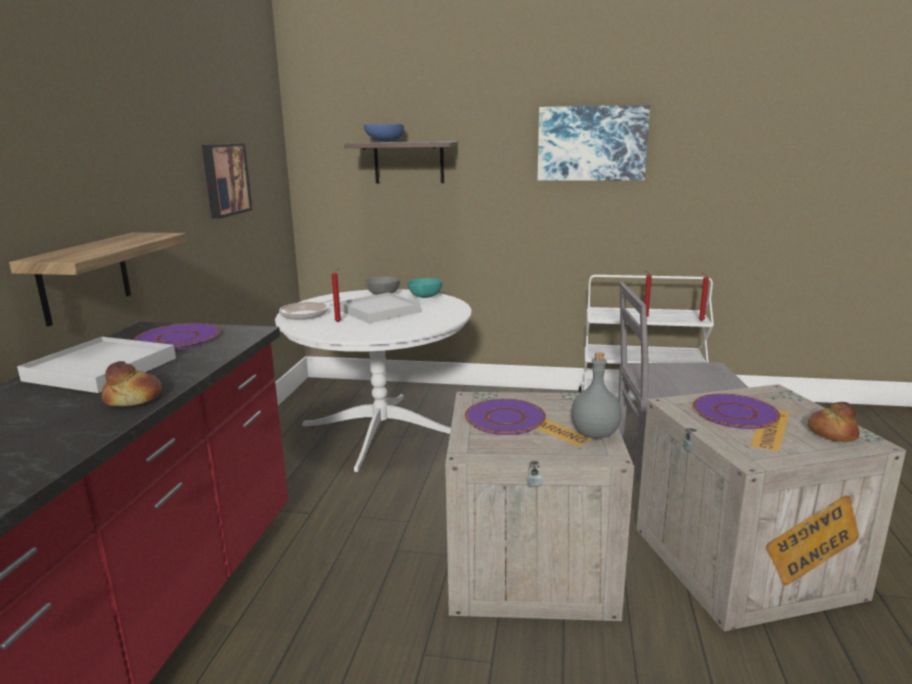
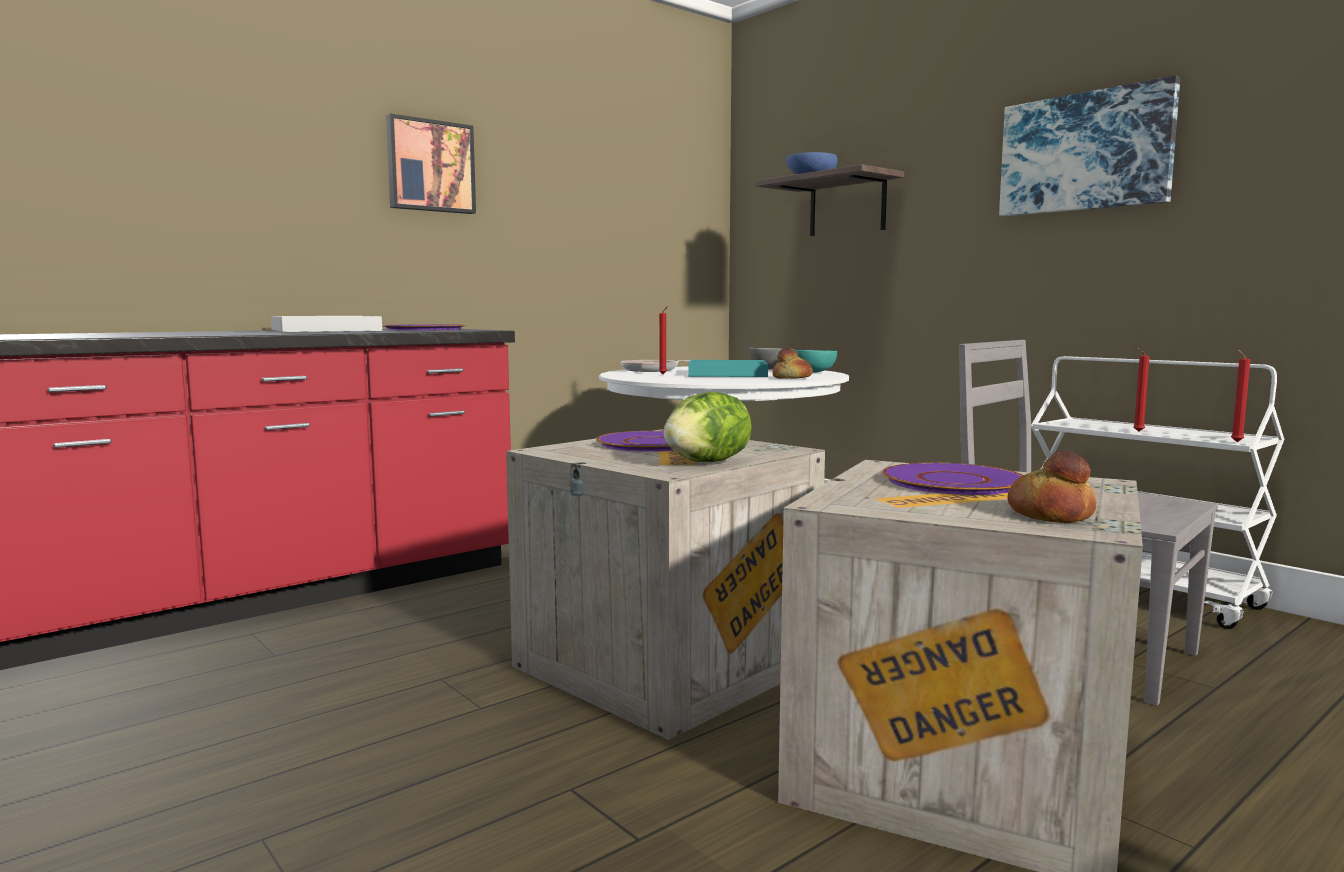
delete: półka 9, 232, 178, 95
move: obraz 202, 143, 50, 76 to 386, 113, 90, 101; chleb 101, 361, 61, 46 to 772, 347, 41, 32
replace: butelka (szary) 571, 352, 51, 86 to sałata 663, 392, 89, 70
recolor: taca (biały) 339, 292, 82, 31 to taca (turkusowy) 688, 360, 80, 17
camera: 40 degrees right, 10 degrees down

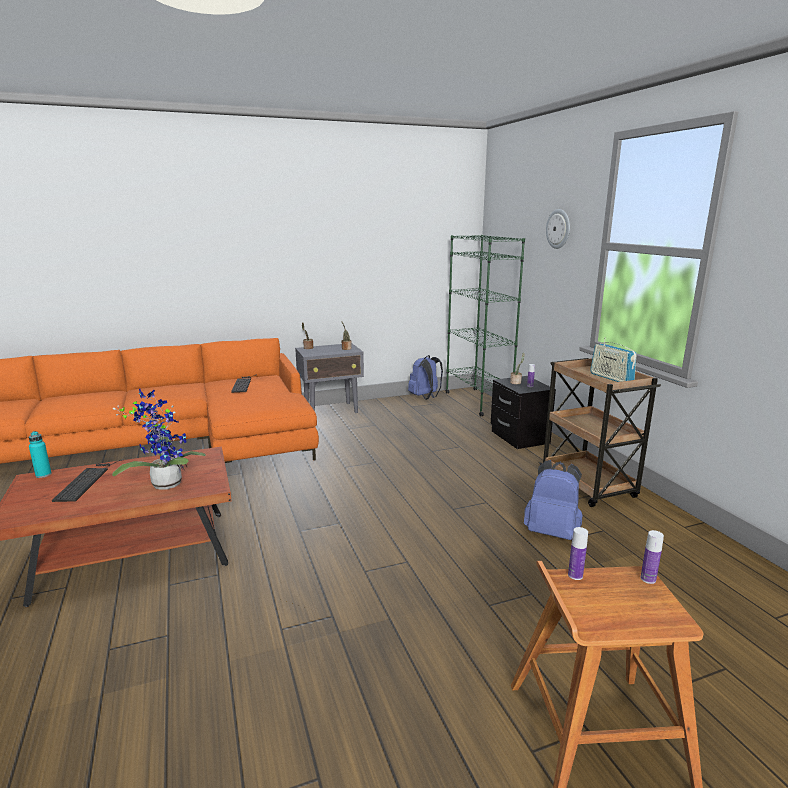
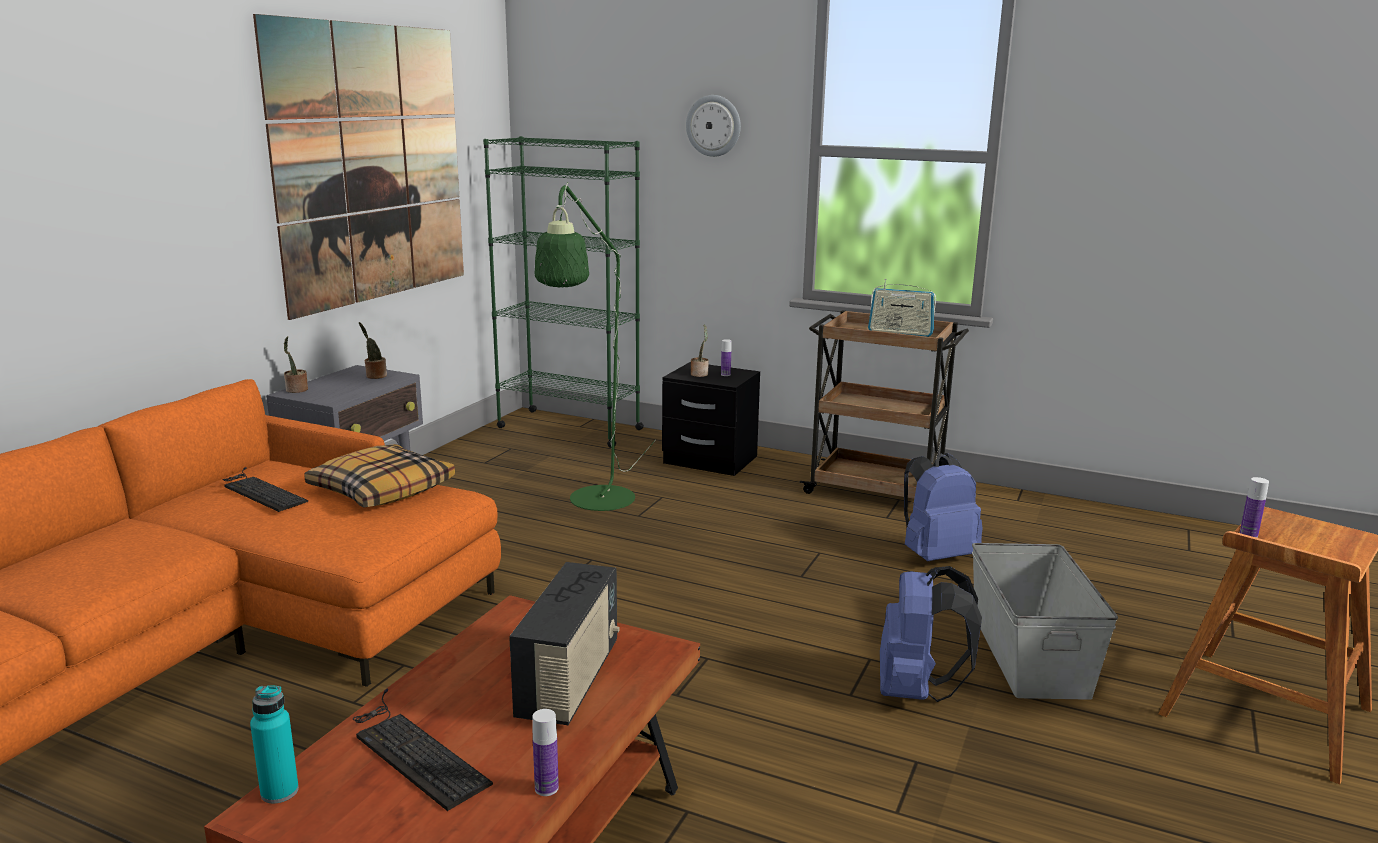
insert: obraz 253, 14, 211, 306; poduszka 305, 444, 150, 64; lampa stojąca (zielony) 535, 182, 121, 329; pojemnik do przechowywania (szary) 972, 543, 146, 157
move: butelka 640, 530, 24, 54 to 532, 709, 27, 87; plecak (niebieski) 408, 355, 35, 45 to 880, 566, 102, 136
replace: roślina doniczkowa 112, 389, 94, 100 to radio 509, 562, 111, 163
camera: 45 degrees left, 0 degrees up

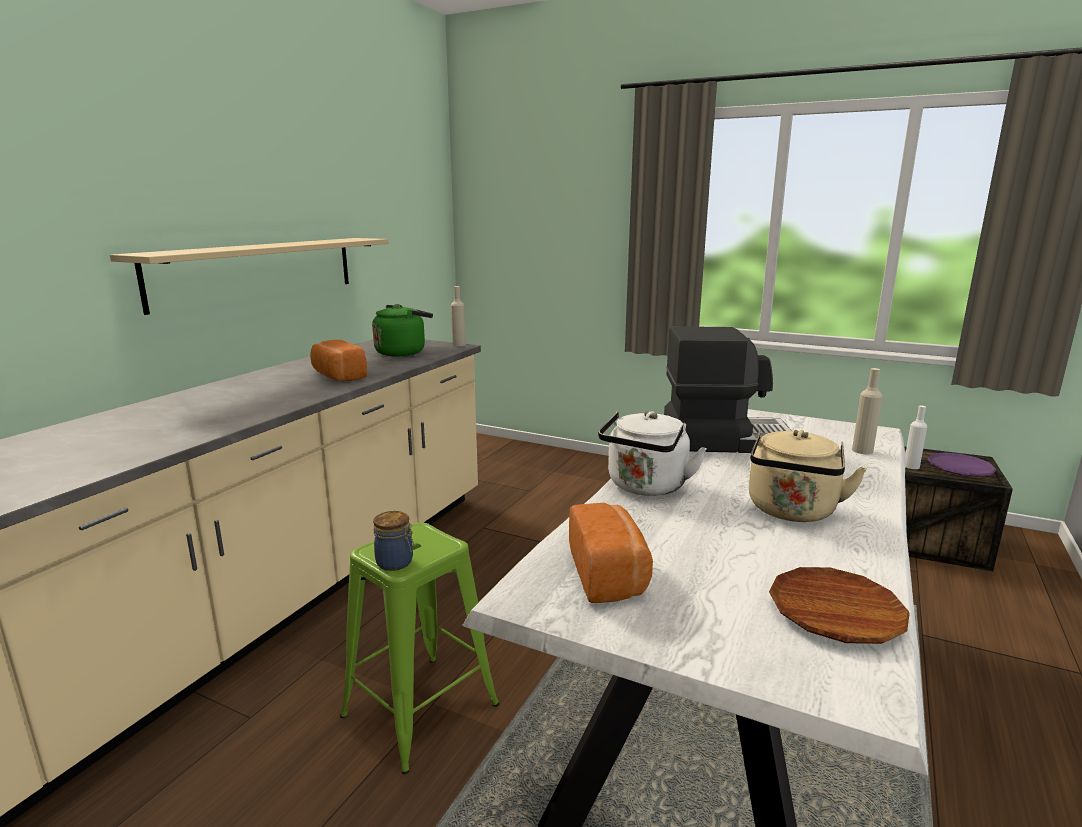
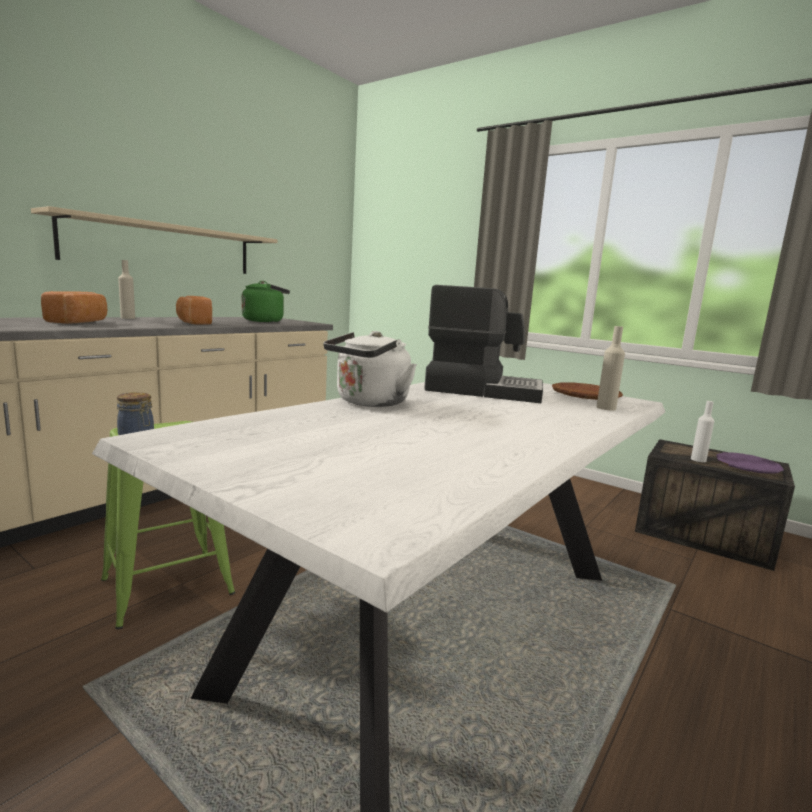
delete: czajnik (beżowy) 749, 430, 118, 92
move: chleb 569, 503, 84, 100 to 41, 291, 66, 33; butelka (beżowy) 451, 286, 15, 60 to 118, 260, 17, 59; talerz (brązowy) 769, 567, 141, 77 to 552, 383, 71, 17
camera: 10 degrees right, 5 degrees down

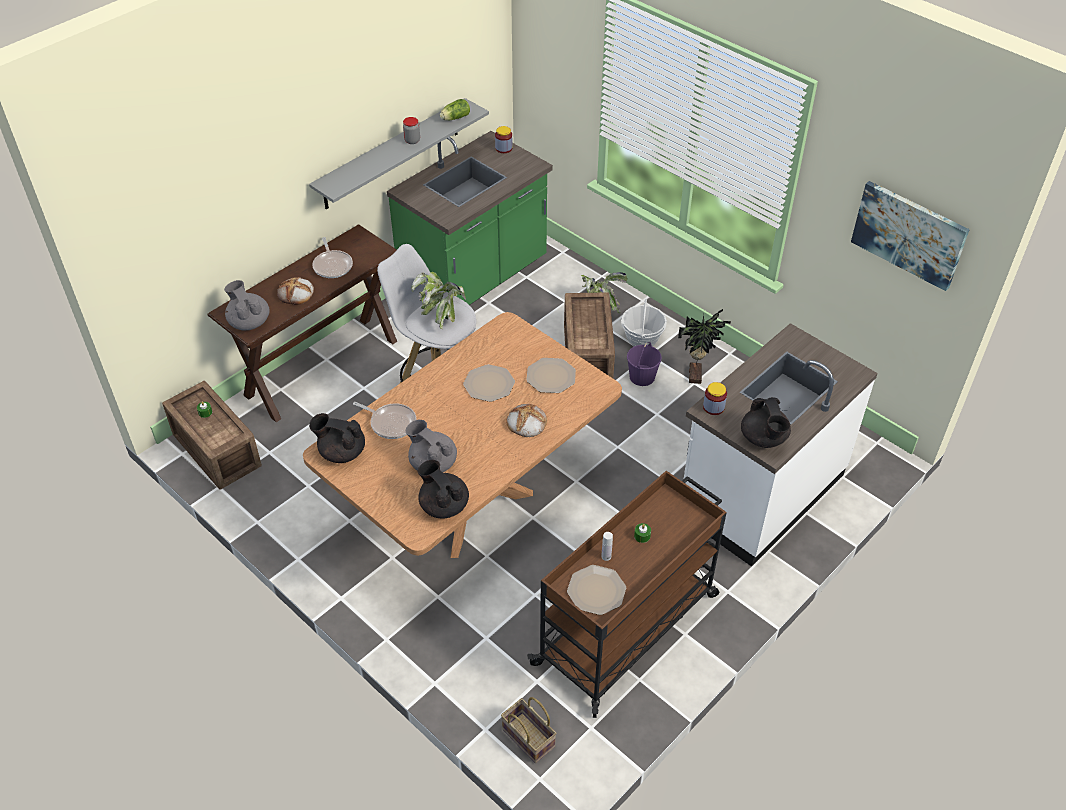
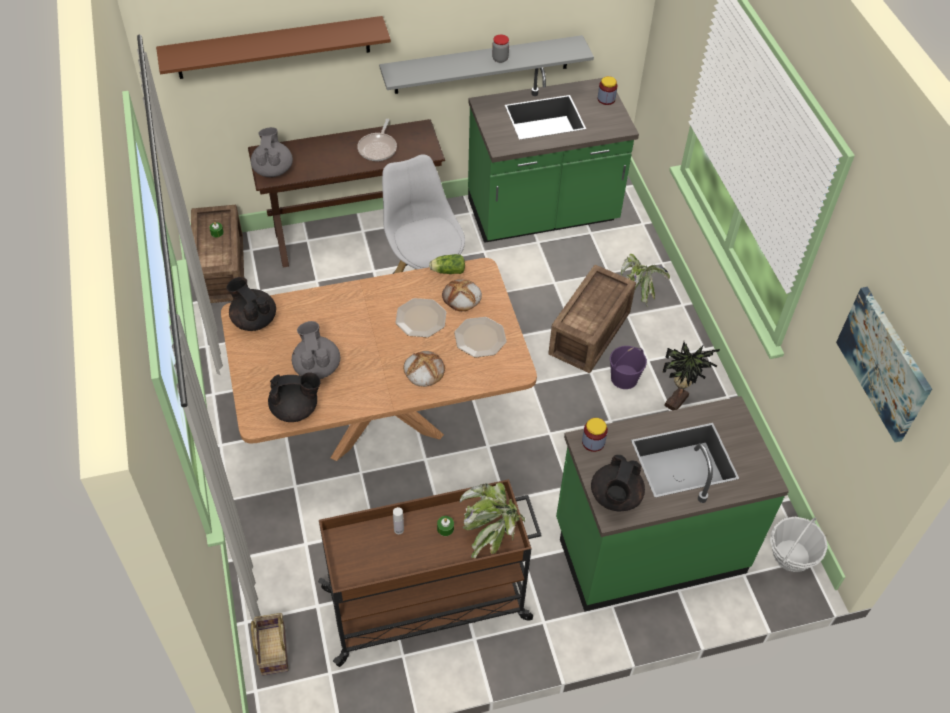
delete: patelnia 353, 402, 64, 37; talerz 567, 565, 59, 50
insert: półka (brązowy) 156, 16, 235, 63
move: sałata 440, 99, 30, 21 to 429, 254, 36, 20; chleb 277, 277, 37, 28 to 442, 279, 40, 32; roślina doniczkowa 412, 272, 54, 57 to 460, 483, 65, 75; koszyk 621, 299, 46, 47 to 770, 517, 58, 55
recolor: zabudowa kuchenna (biały) 684, 323, 194, 244 to zabudowa kuchenna (zielony) 556, 396, 233, 216
rotate: imbryk (czarny) 417, 460, 52, 58 = 268, 373, 52, 49 90 degrees clockwise
camera: 30 degrees right, 5 degrees up

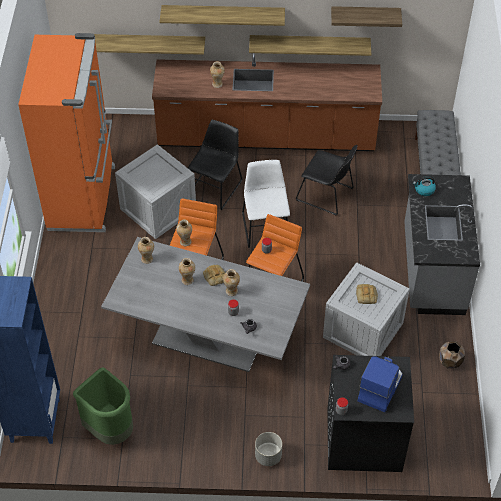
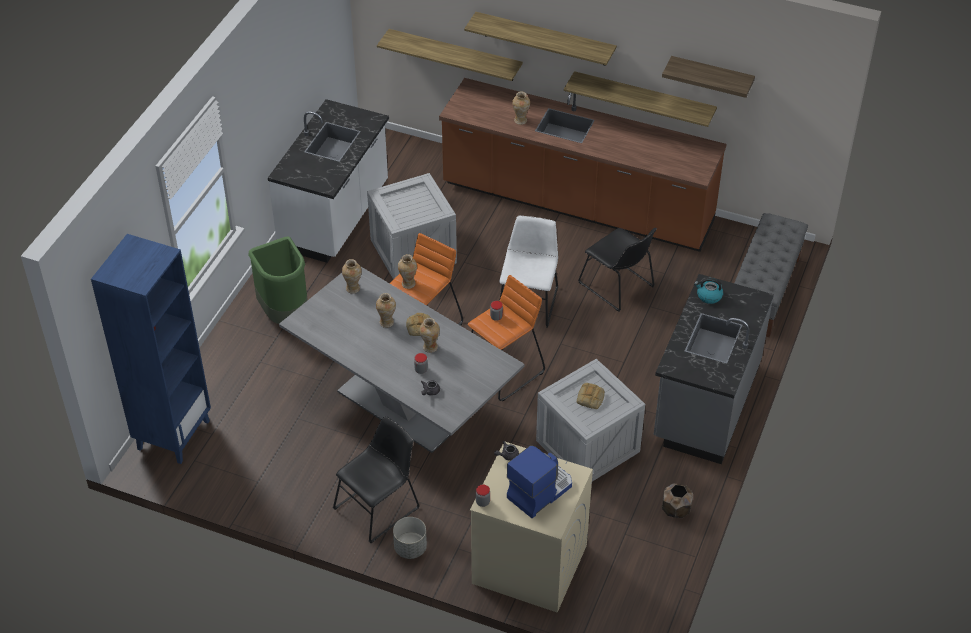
move: kosz na śmieci (zielony) 73, 367, 60, 78 to 248, 237, 60, 87; krzesło (czarny) 188, 120, 54, 90 to 333, 416, 87, 127
replace: lodówka (pomarańczowy) 18, 33, 97, 199 to zabudowa kuchenna (biały) 268, 99, 121, 164
recolor: pralka (czarny) 327, 355, 87, 117 to pralka (beżowy) 470, 442, 123, 171
camera: 20 degrees right, 5 degrees down

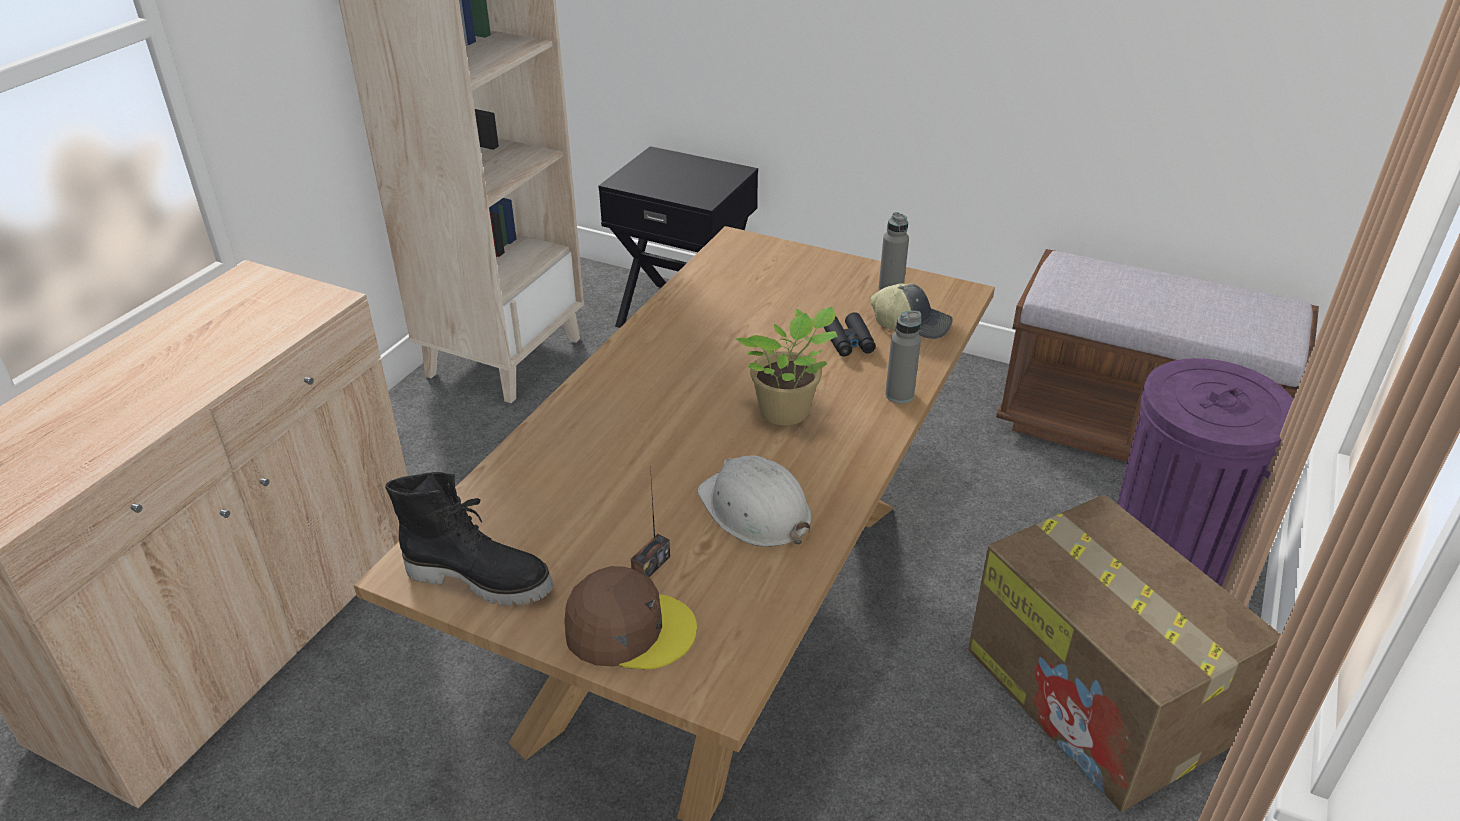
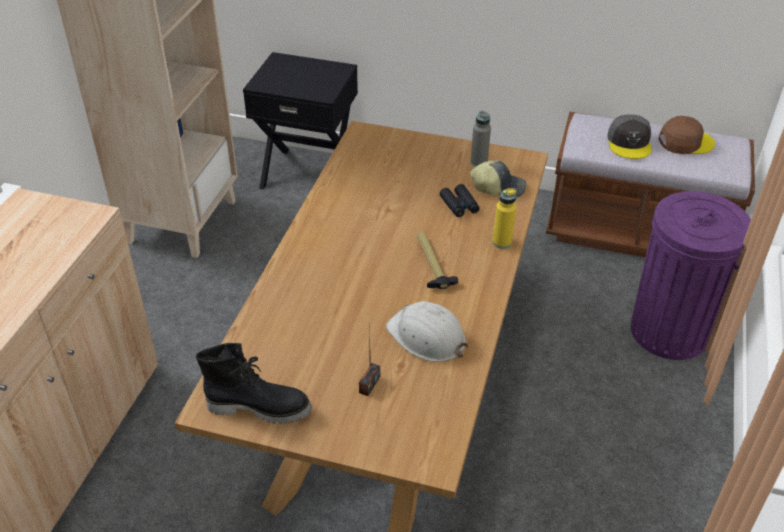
delete: karton 968, 494, 313, 318
insert: czapka z daszkiem (szary) 607, 114, 45, 45
move: czapka z daszkiem (brązowy) 564, 566, 133, 104 to 659, 116, 56, 38
replace: roślina doniczkowa 735, 306, 102, 120 to młotek 417, 232, 41, 57
recolor: butelka (szary) 885, 311, 37, 93 to butelka (żółty) 493, 188, 24, 61
camera: 10 degrees left, 5 degrees up

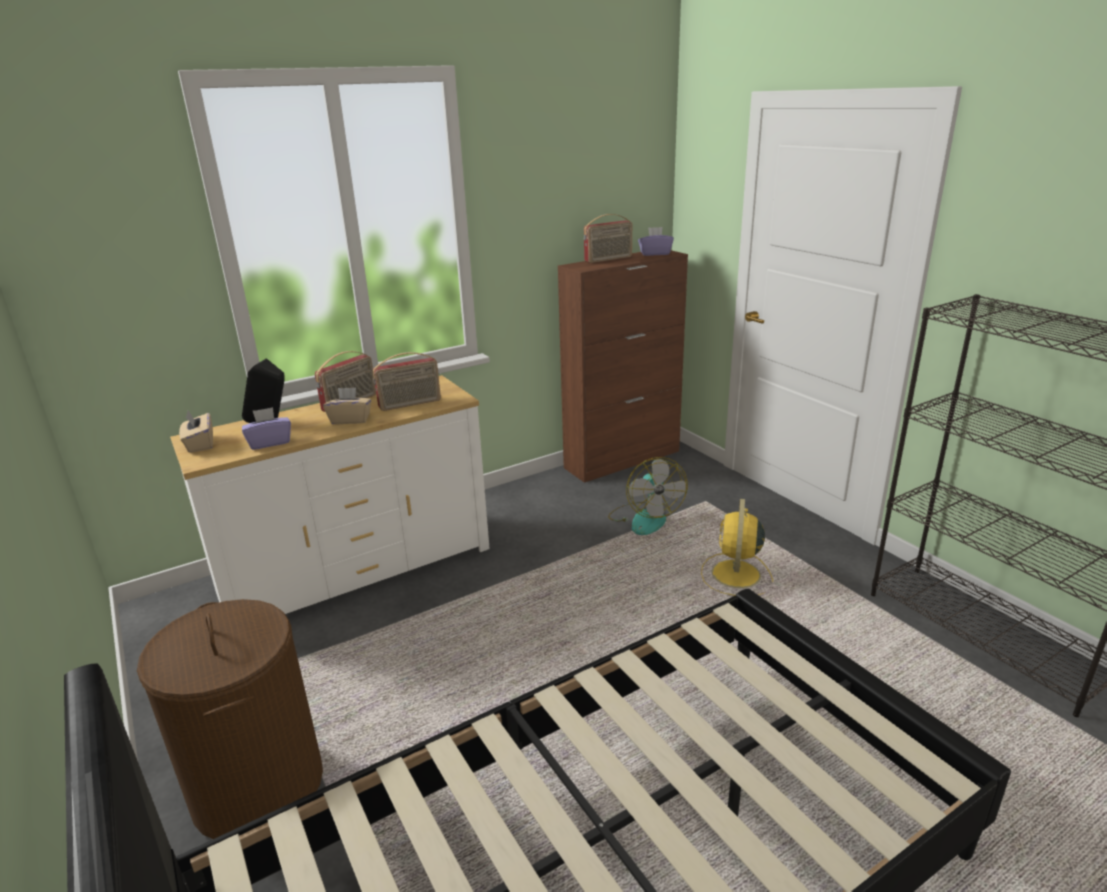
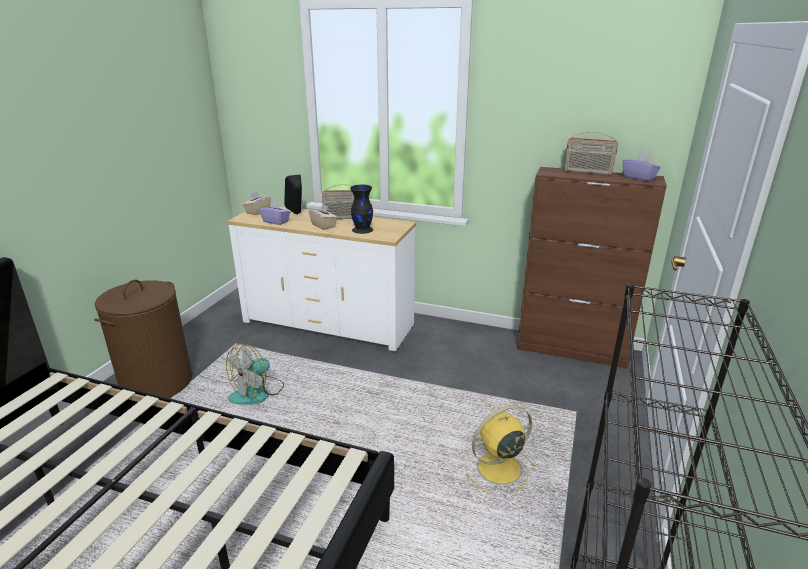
move: wentylator 608, 457, 79, 78 to 226, 343, 58, 62
replace: radio 373, 352, 68, 59 to wazon (czarny) 350, 185, 23, 49
camera: 50 degrees right, 0 degrees up

